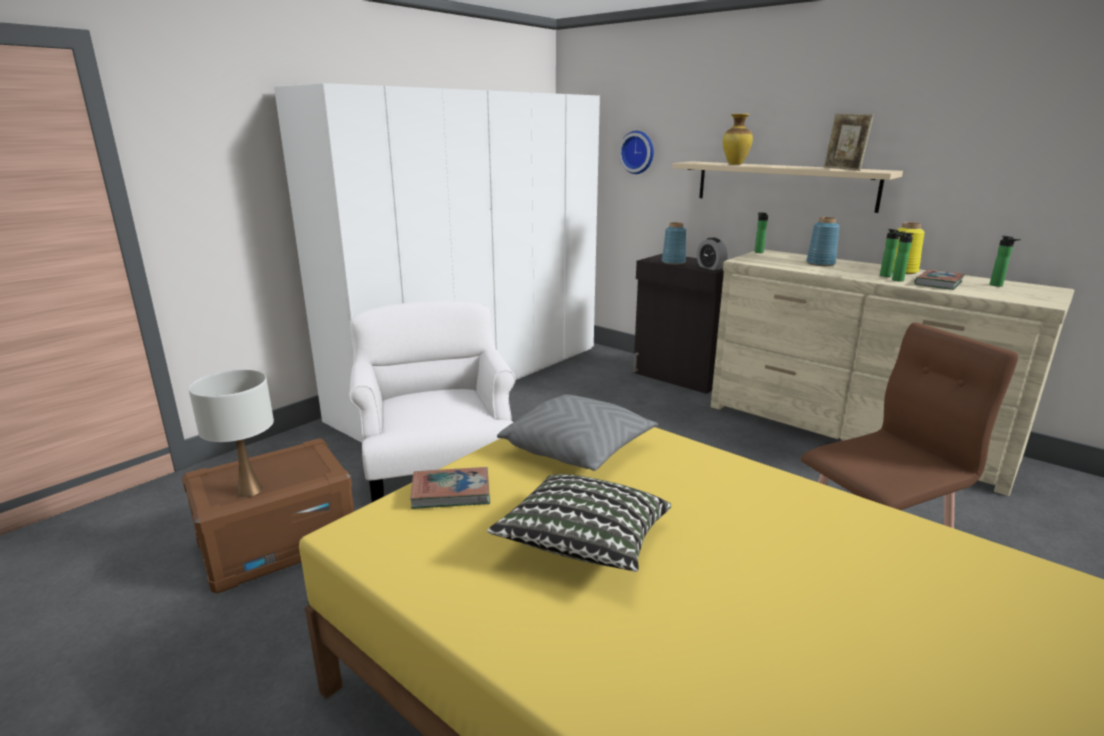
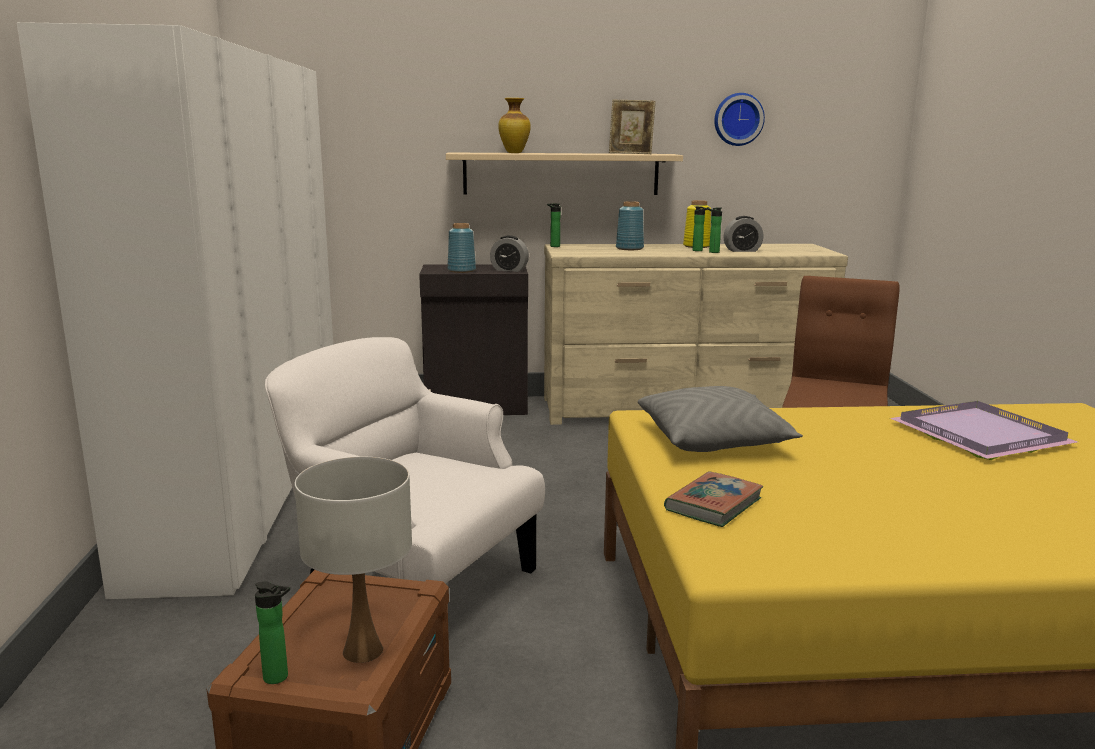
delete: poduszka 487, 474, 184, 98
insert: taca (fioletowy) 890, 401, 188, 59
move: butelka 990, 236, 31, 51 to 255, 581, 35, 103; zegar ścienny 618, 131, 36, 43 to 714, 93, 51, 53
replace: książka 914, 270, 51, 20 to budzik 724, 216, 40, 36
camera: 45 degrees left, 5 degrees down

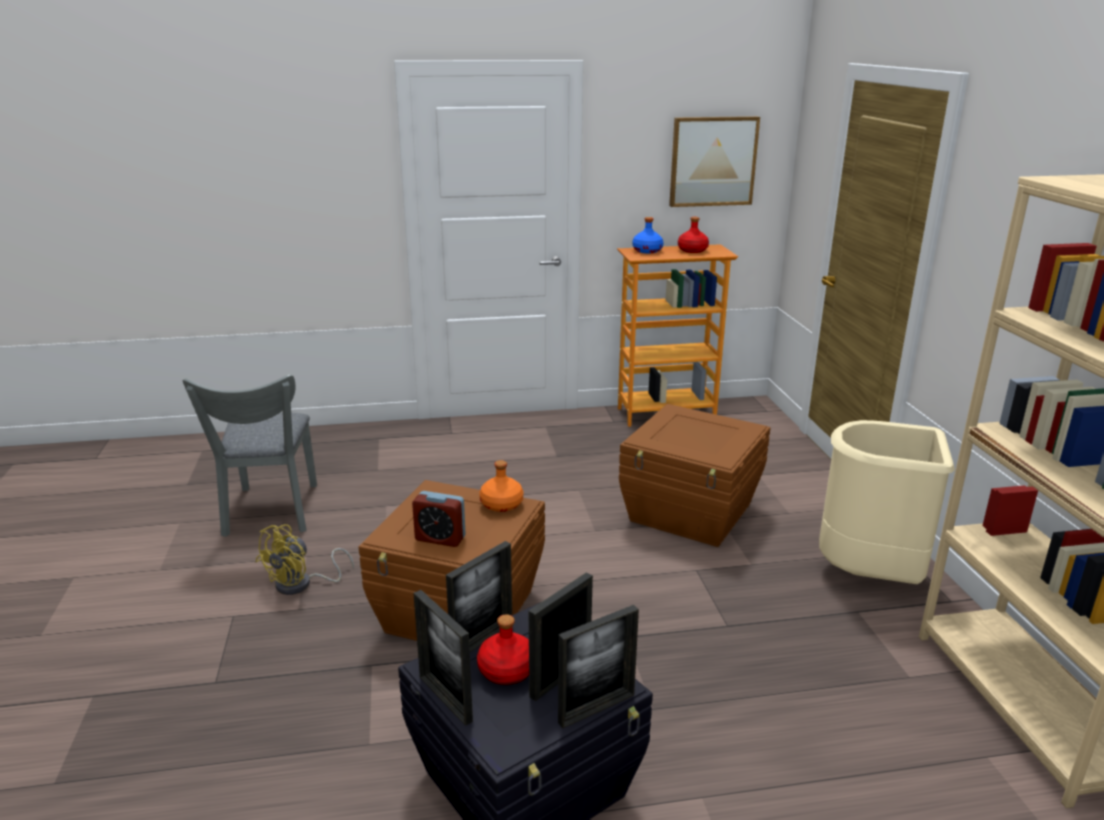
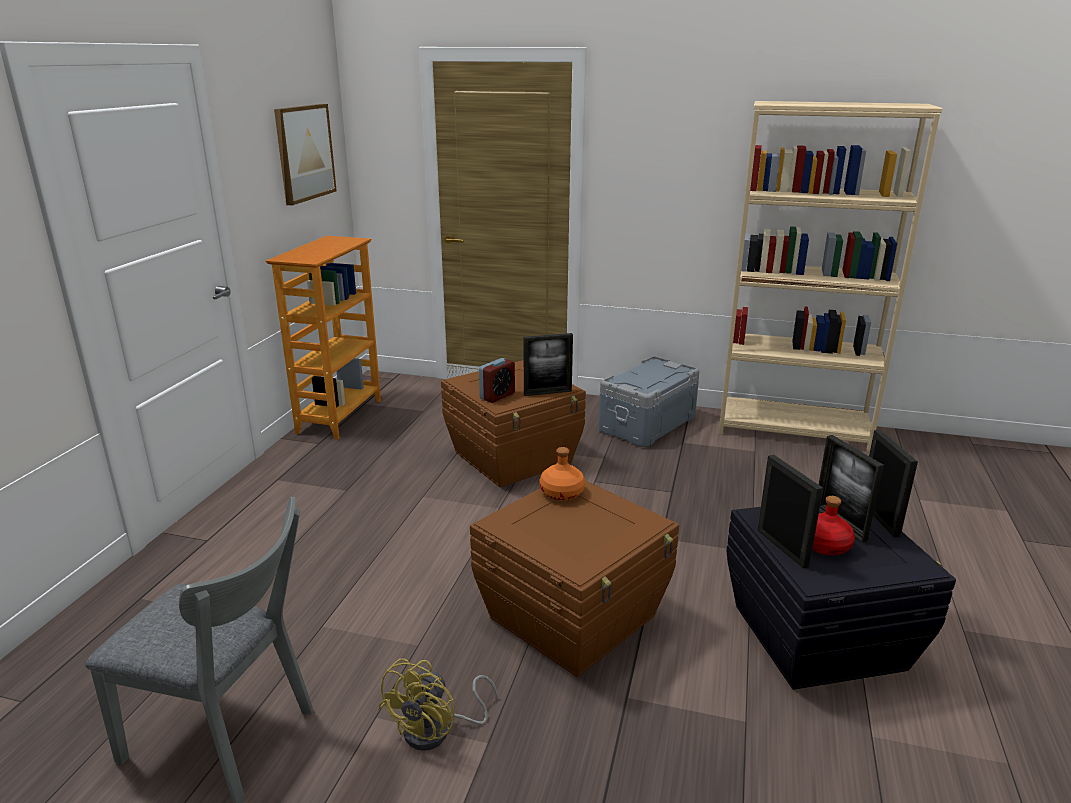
delete: butelka (niebieski) 632, 217, 31, 36; butelka (czerwony) 678, 217, 31, 36
move: budzik 412, 491, 54, 56 to 479, 358, 36, 45; ramka na zdjęcie 413, 590, 60, 136 to 523, 333, 50, 63
replace: kosz na śmieci (beżowy) 819, 420, 136, 164 to pojemnik do przechowywania (szary) 598, 356, 101, 91
rotate: wentylator (żółty) 256, 524, 98, 71 = 378, 659, 120, 92 60 degrees clockwise
camera: 65 degrees left, 0 degrees up

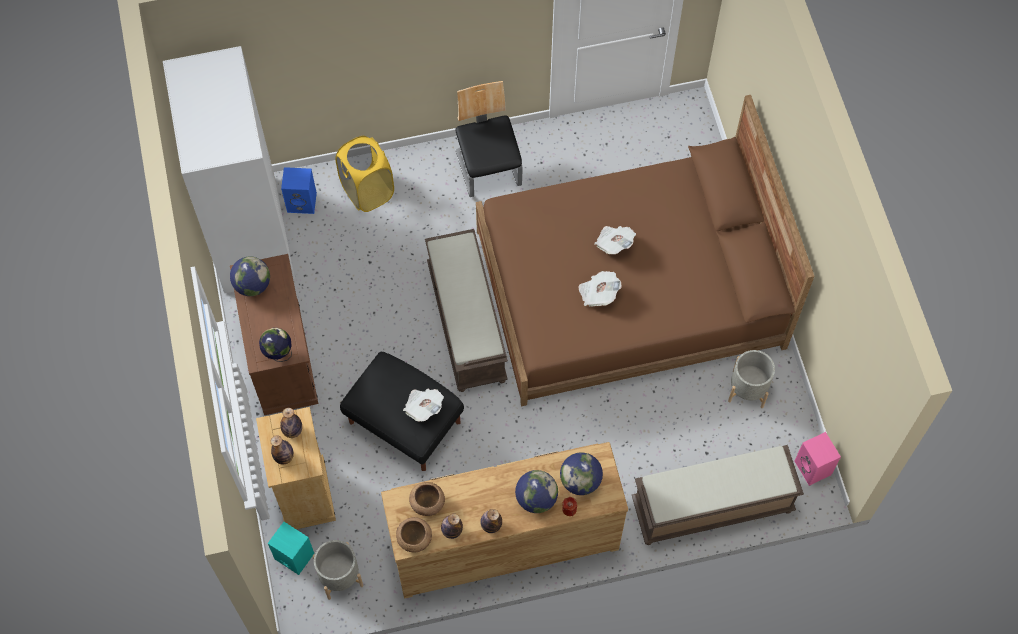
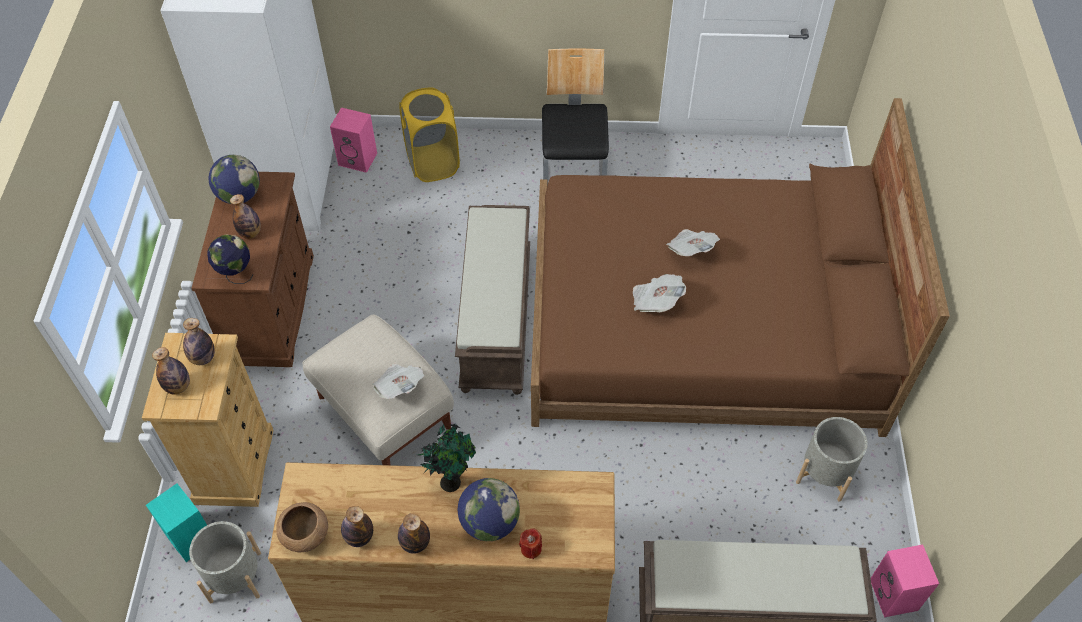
delete: miska (brązowy) 409, 482, 36, 34; globus 560, 452, 43, 43
insert: butelka 230, 194, 31, 45; roślina doniczkowa 418, 424, 58, 68
recolor: pufa (czarny) 340, 352, 124, 119 to pufa (beżowy) 303, 315, 151, 150; głośnik (niebieski) 281, 167, 36, 47 to głośnik (różowy) 330, 107, 47, 66
camera: 15 degrees right, 10 degrees down

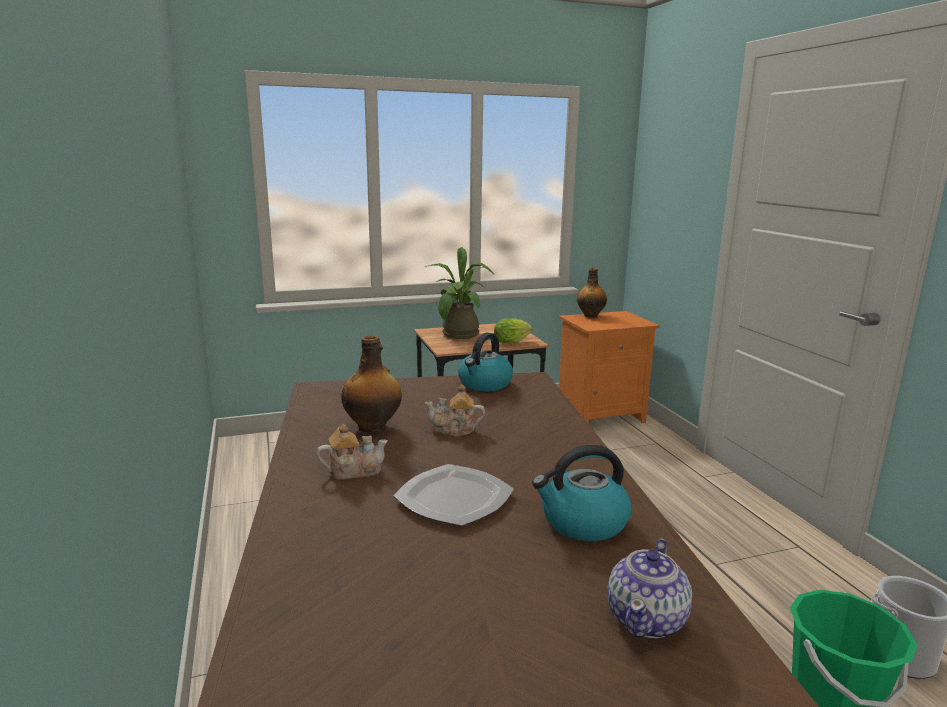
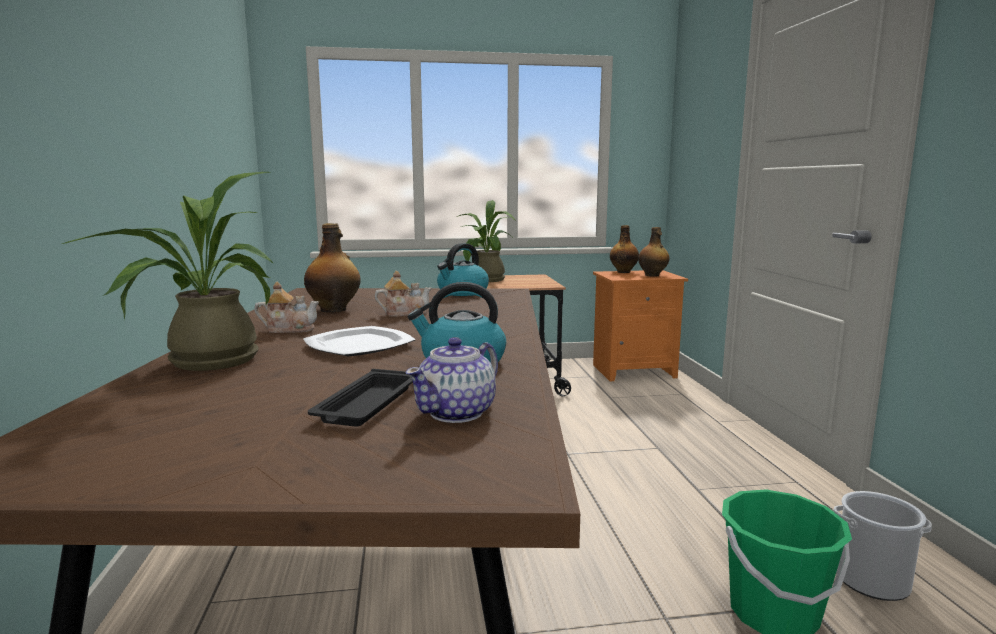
delete: sałata 494, 318, 39, 26
insert: roślina doniczkowa 62, 172, 212, 199; taca (czarny) 308, 369, 105, 57; butelka 638, 227, 31, 50
rotate: imbryk 425, 384, 60, 52 = 375, 271, 57, 45 150 degrees clockwise
camera: 10 degrees right, 5 degrees down

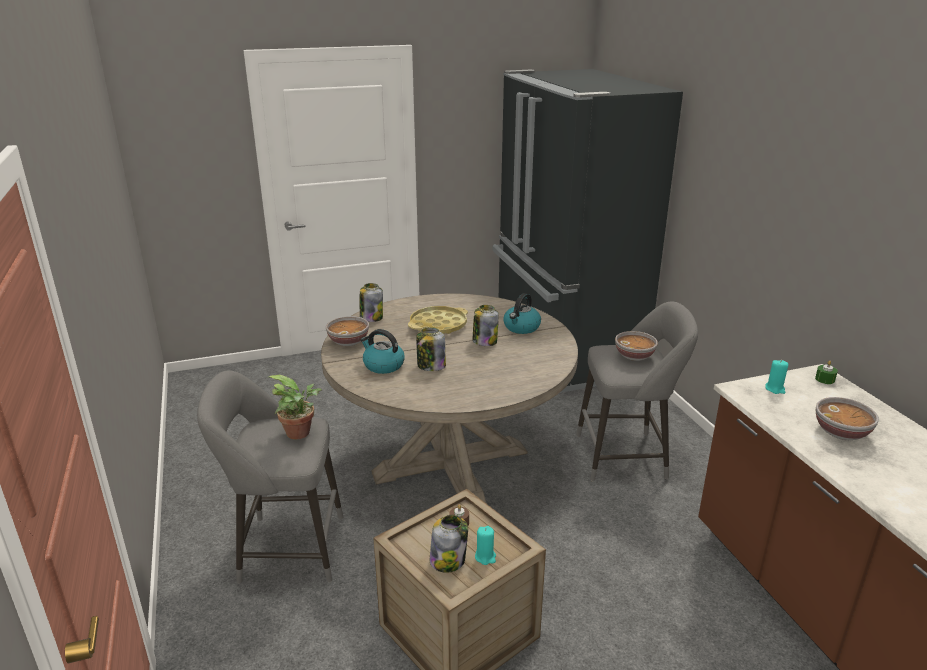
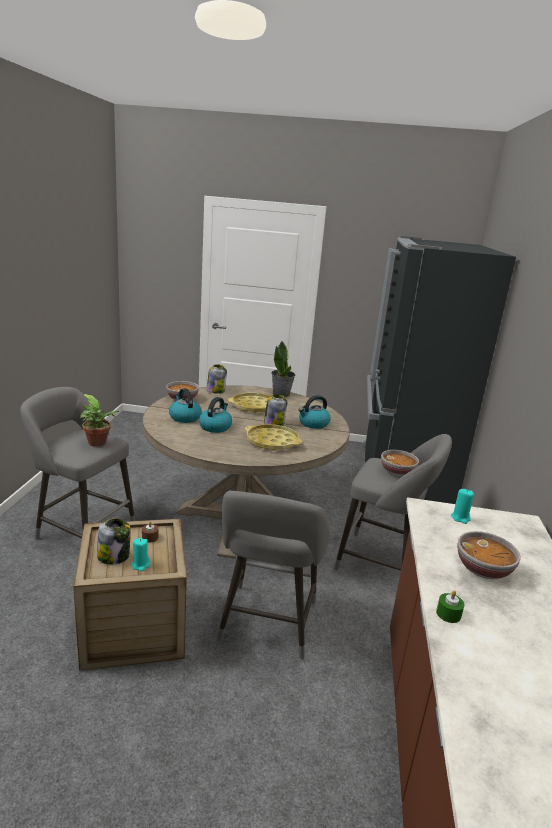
insert: stołek (szary) 217, 491, 113, 168; taca (żółty) 245, 424, 57, 27; roślina doniczkowa 271, 341, 24, 56
move: świeca (zielony) 815, 360, 23, 24 to 436, 590, 28, 33
replace: słoik 416, 327, 30, 44 to czajnik 199, 397, 33, 36
camera: 25 degrees right, 5 degrees down

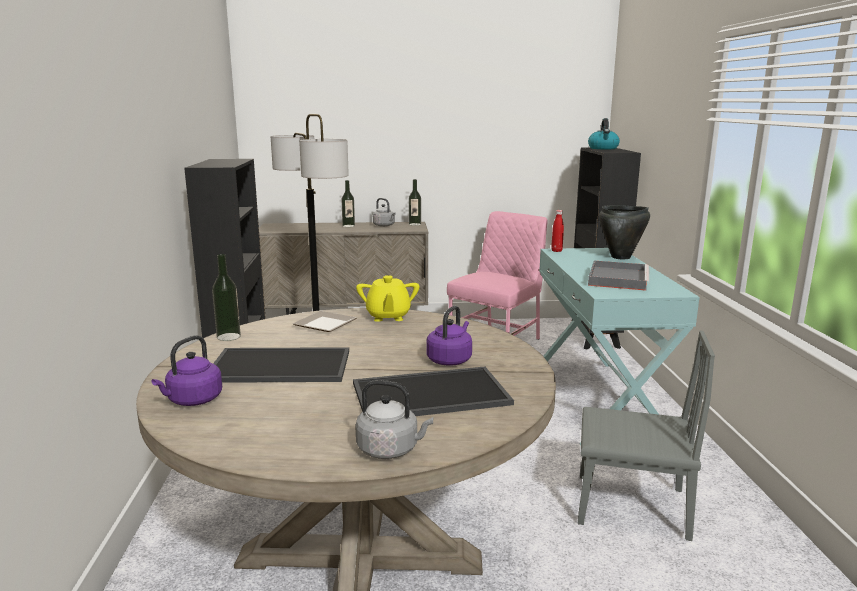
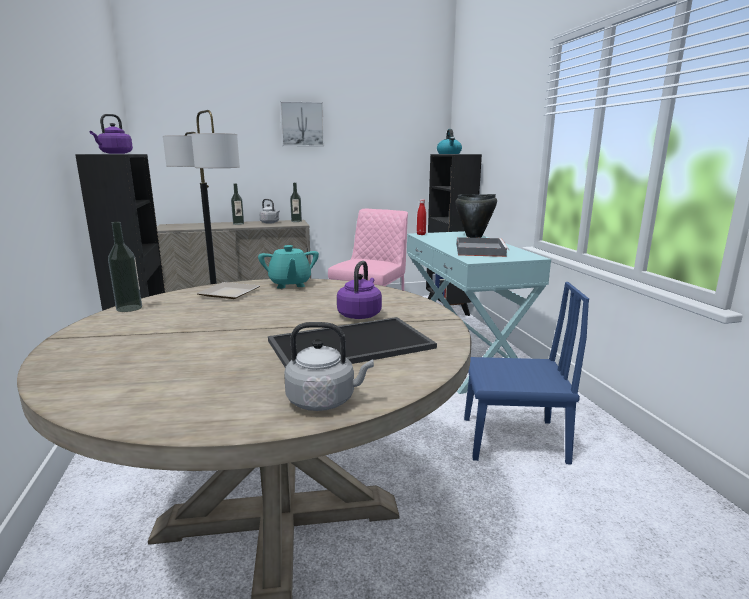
delete: taca 213, 347, 136, 36
insert: obraz 280, 101, 44, 45
move: czajnik (fioletowy) 151, 335, 71, 71 to 90, 114, 43, 40
recolor: imbryk (żółty) 356, 275, 64, 47 to imbryk (turkusowy) 258, 245, 61, 44; krzesło (szary) 578, 331, 137, 210 to krzesło (niebieski) 464, 282, 125, 182
camera: 10 degrees left, 0 degrees up

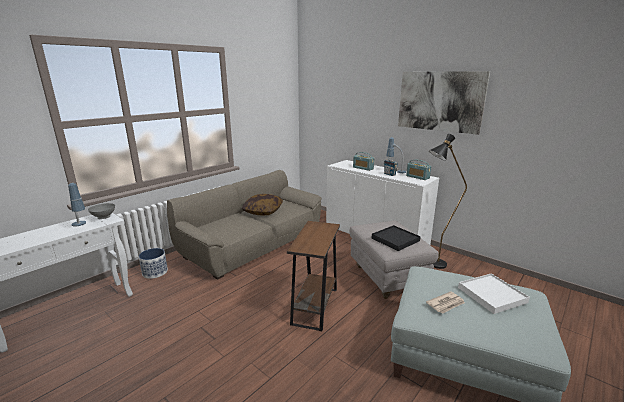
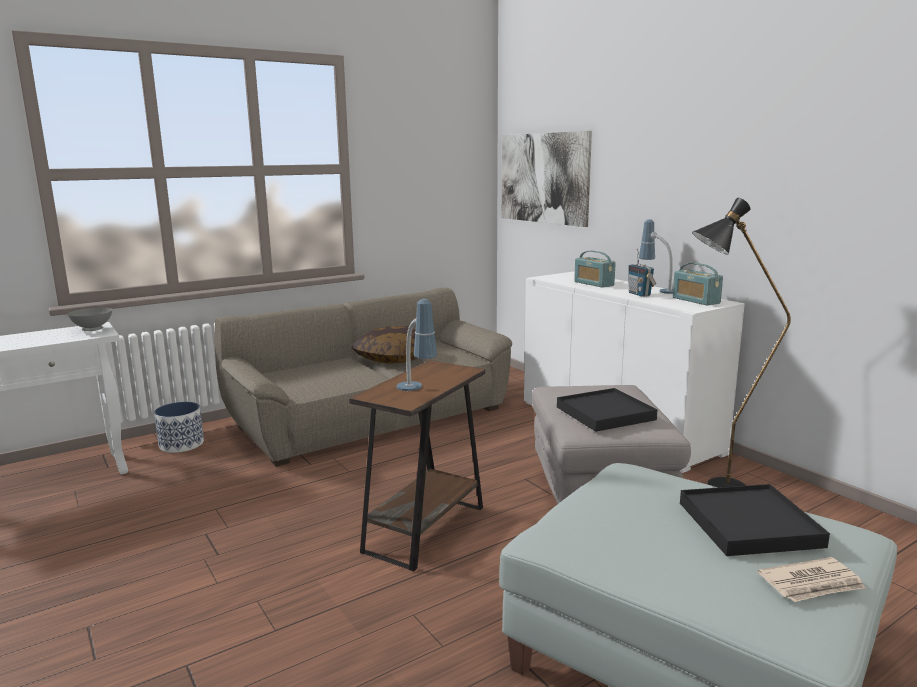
move: lampa stołowa 68, 183, 18, 43 to 397, 299, 40, 92; obraz 398, 71, 92, 64 to 502, 131, 90, 96; gazeta 426, 291, 39, 23 to 758, 557, 107, 45
recolor: taca (biały) 458, 273, 72, 41 to taca (czarny) 680, 484, 150, 72
camera: 15 degrees right, 5 degrees down

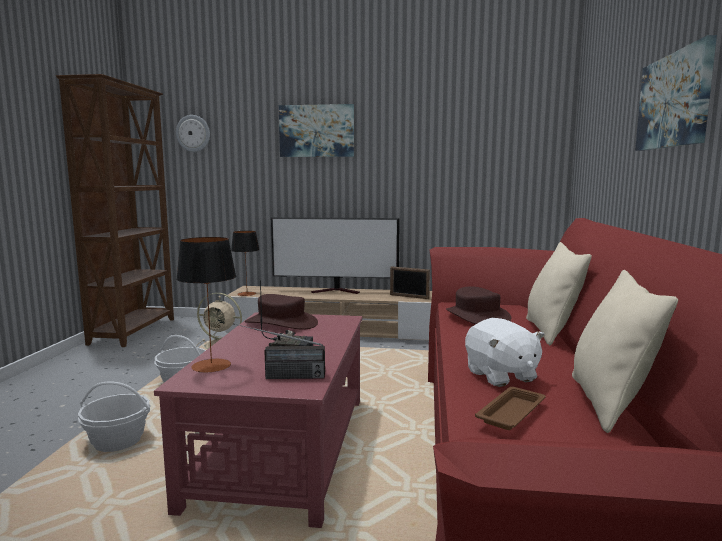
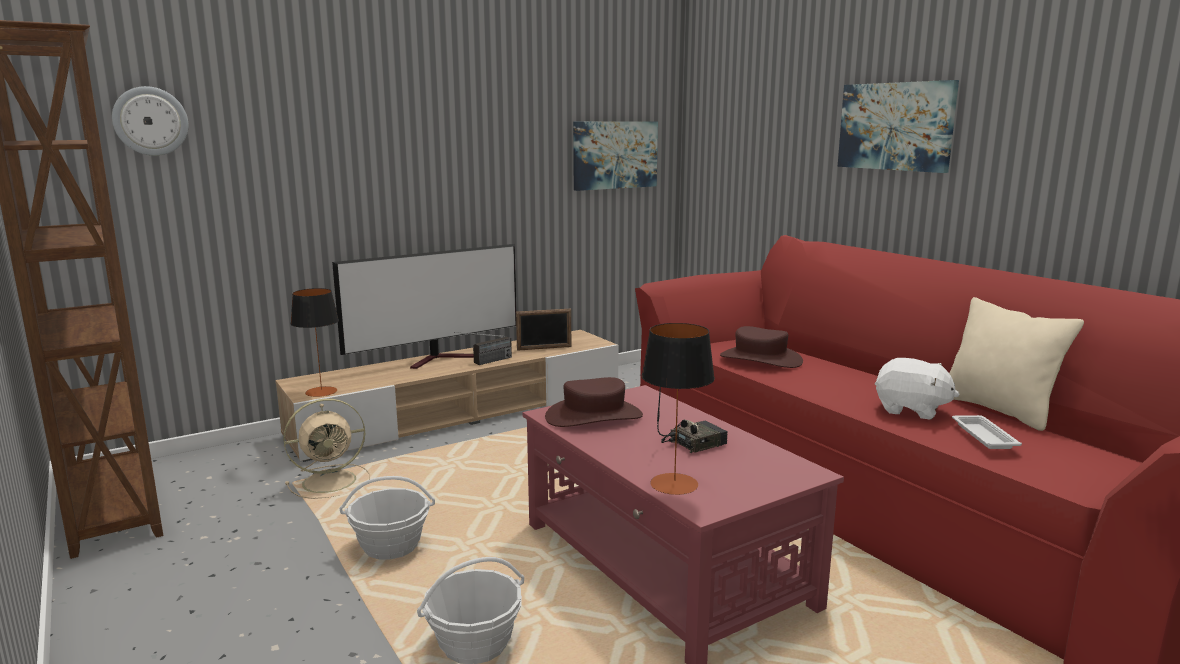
delete: poduszka (beżowy) 526, 242, 66, 103
move: radio 233, 323, 92, 56 to 454, 332, 58, 33; obraz 279, 104, 75, 53 to 573, 121, 85, 70
recolor: taca (brązowy) 475, 387, 71, 43 to taca (biały) 952, 415, 70, 34
camera: 40 degrees left, 5 degrees up

